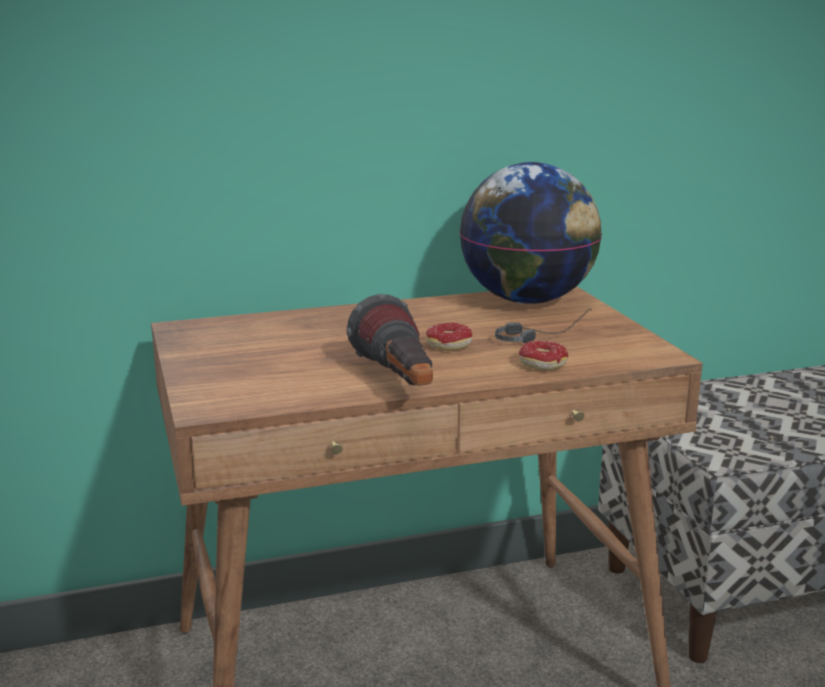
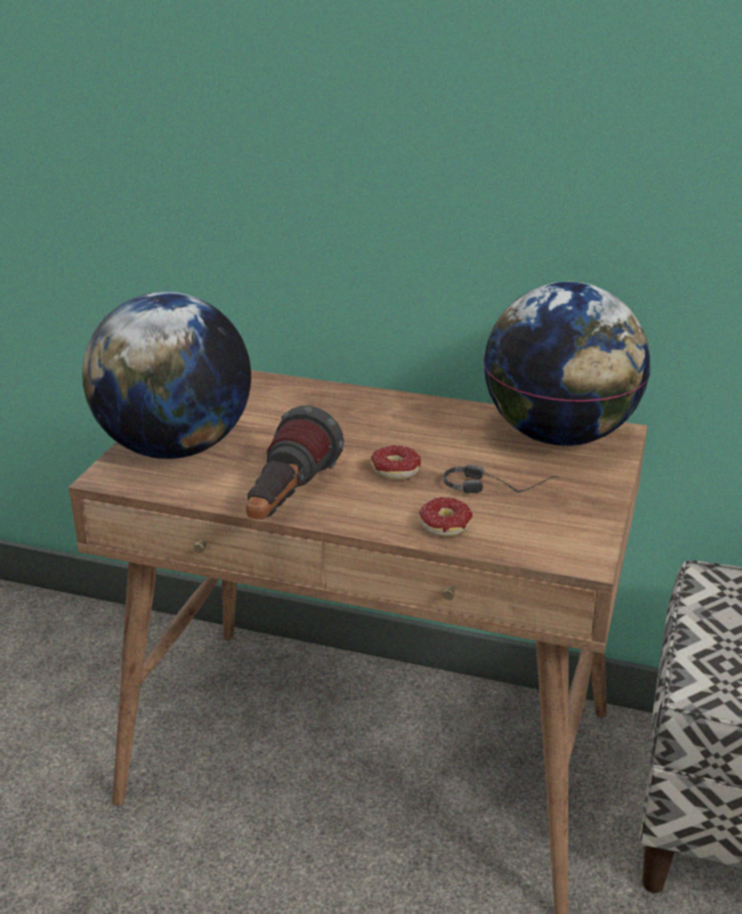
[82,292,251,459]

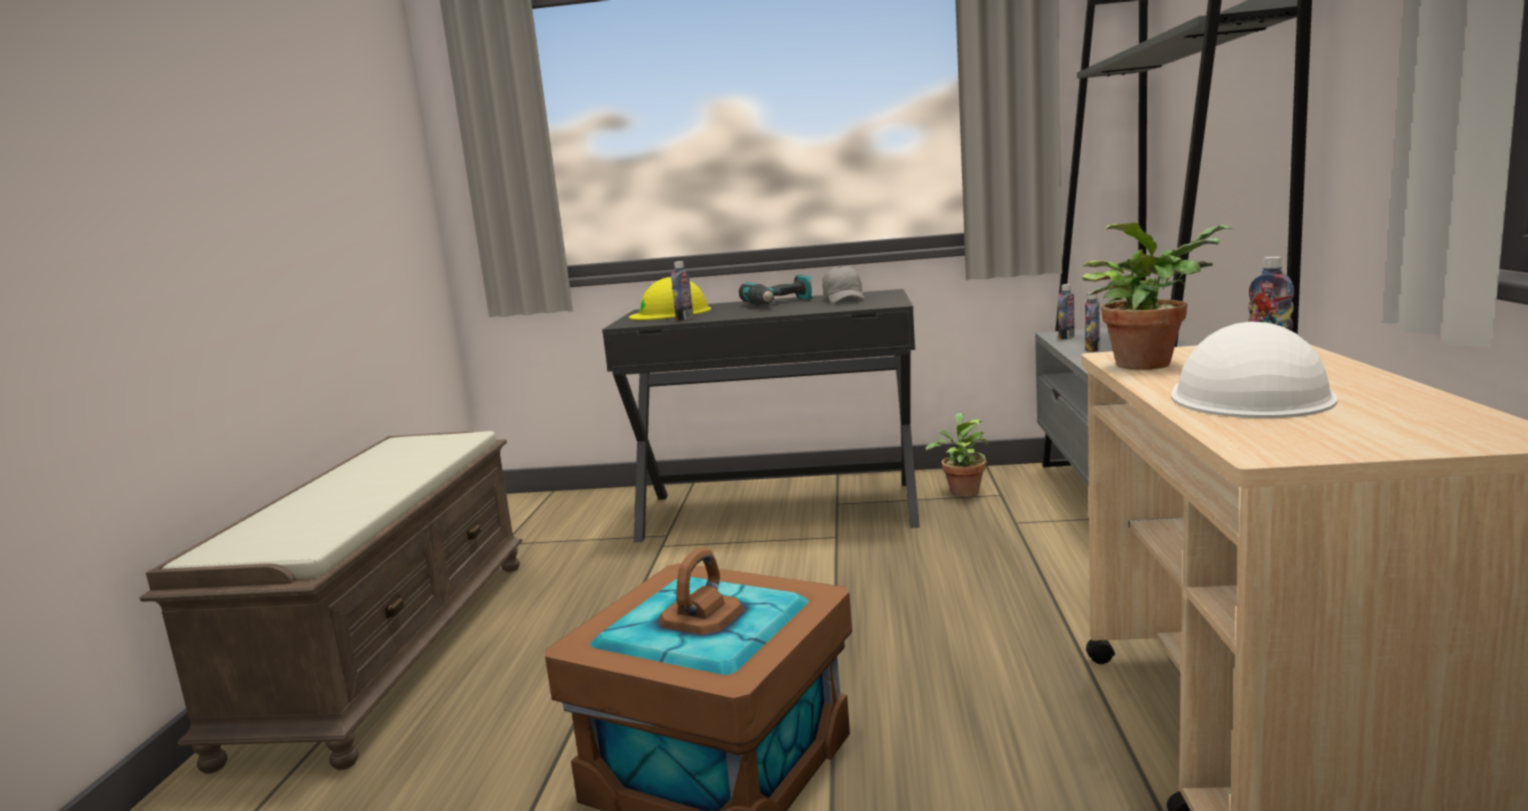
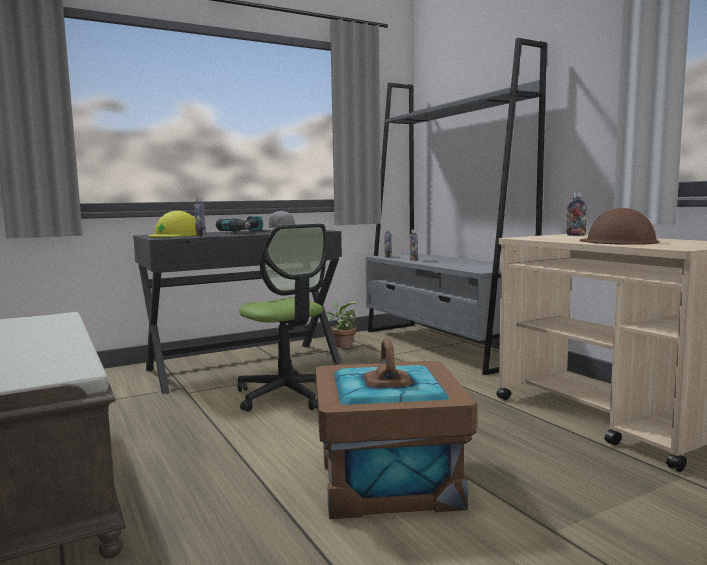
[237,224,327,411]
[580,208,659,245]
[1081,222,1233,370] (first image)

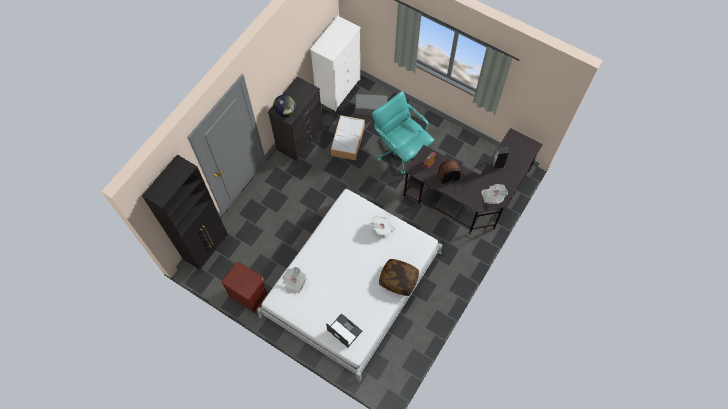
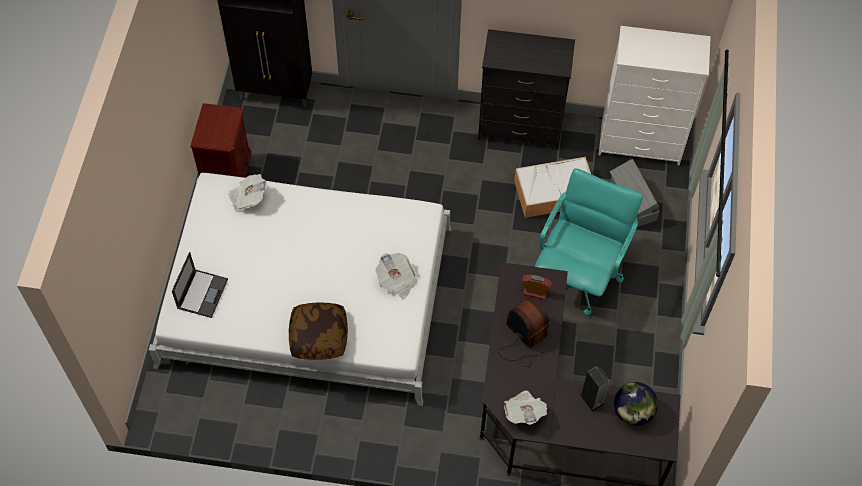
[614,382,658,426]

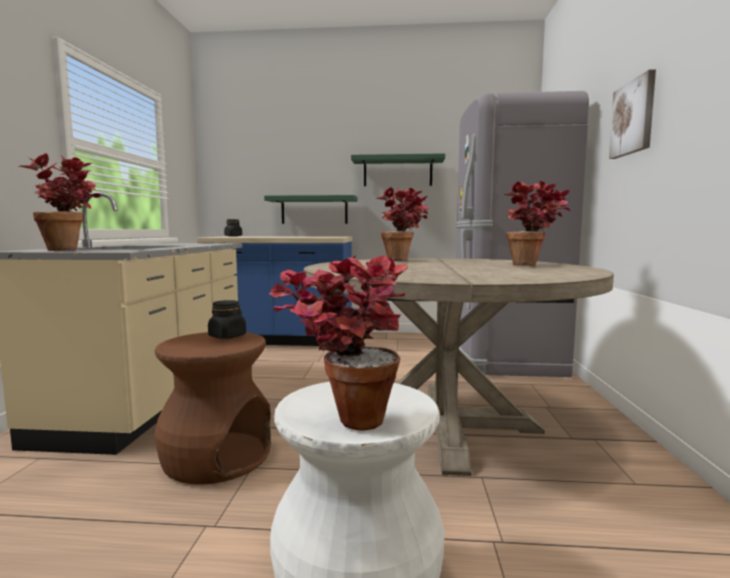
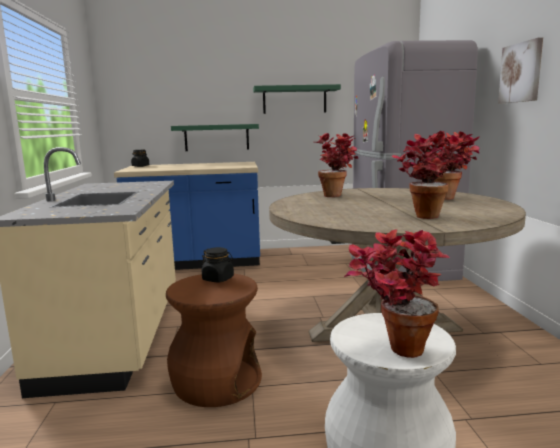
[392,133,470,219]

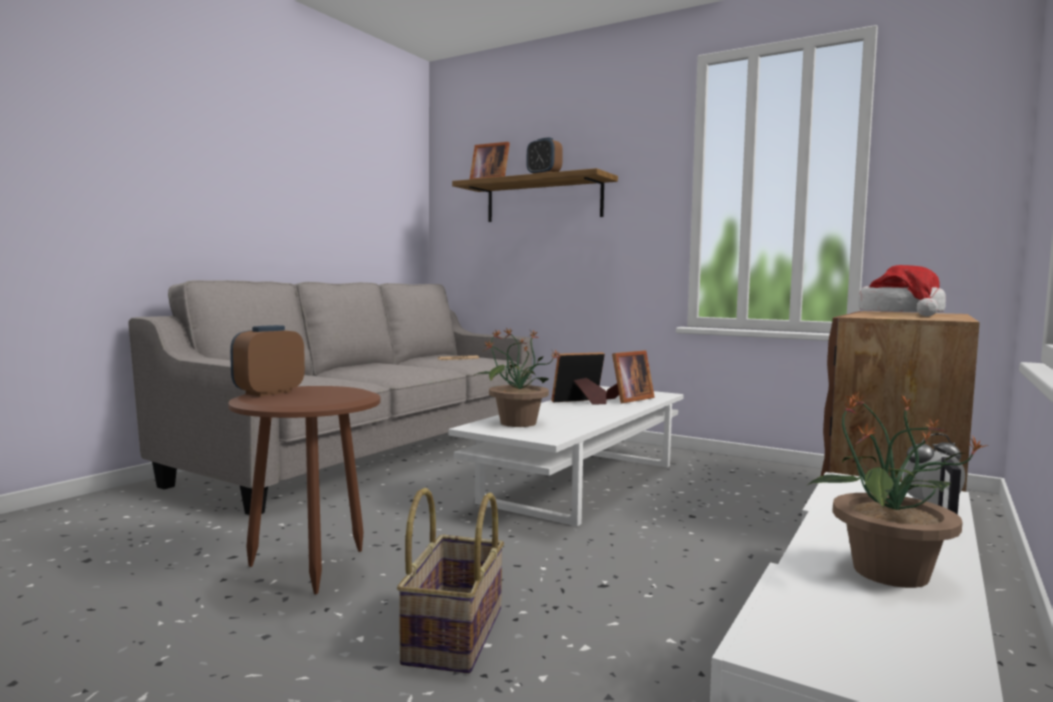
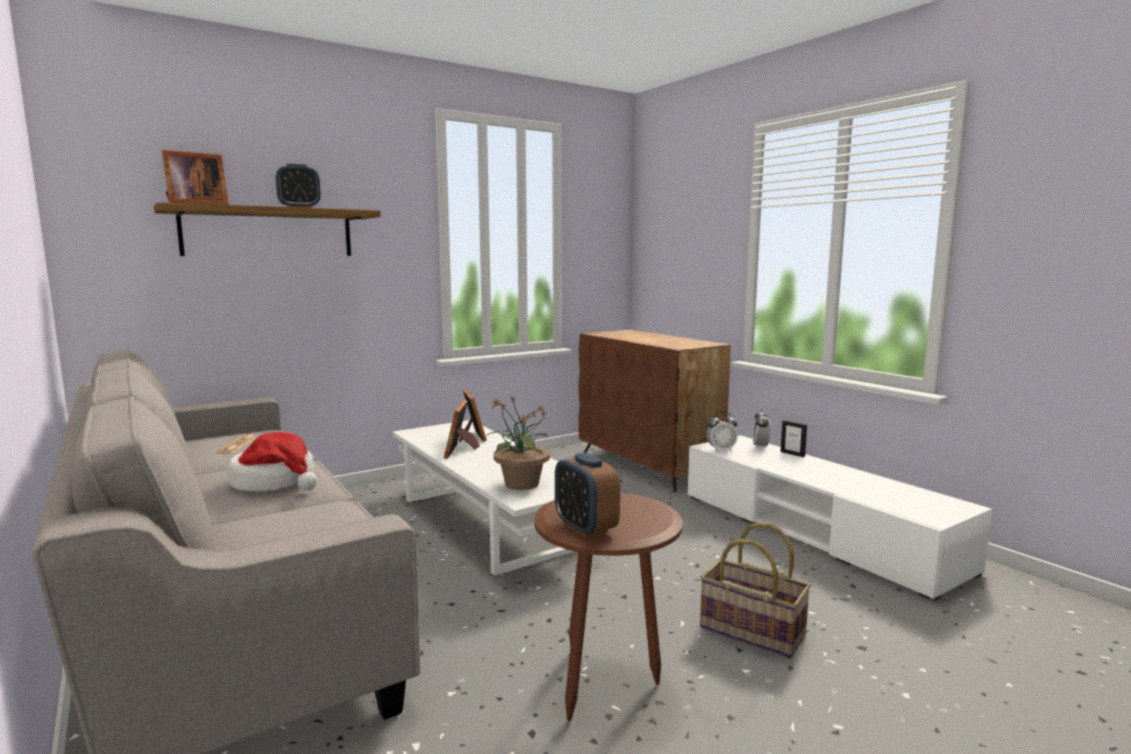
[228,432,317,491]
[706,412,738,452]
[808,391,988,588] (first image)

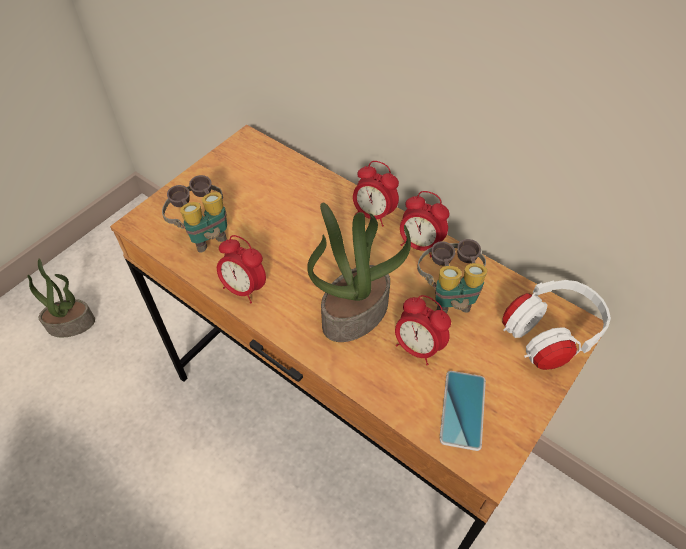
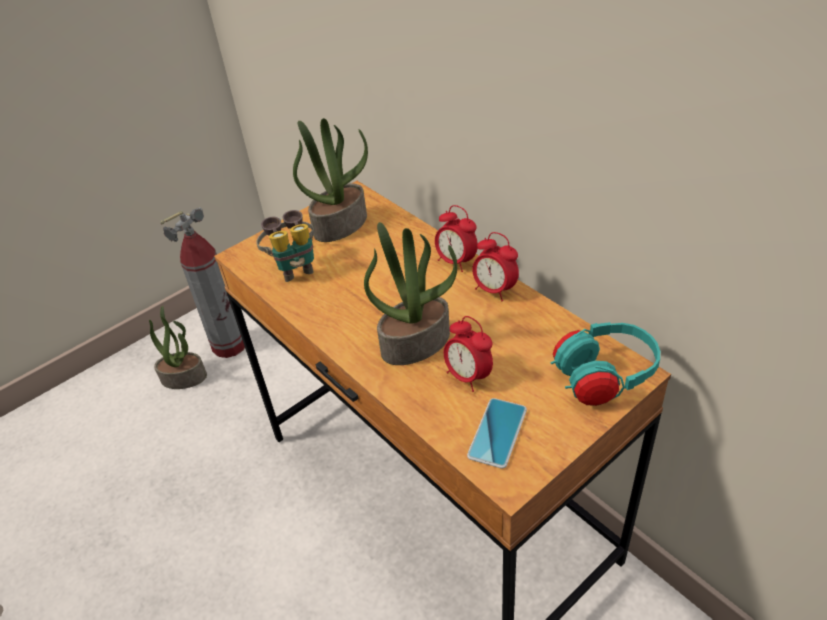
[160,207,245,358]
[293,118,368,242]
[551,322,660,406]
[217,235,266,303] (first image)
[417,239,487,313] (first image)

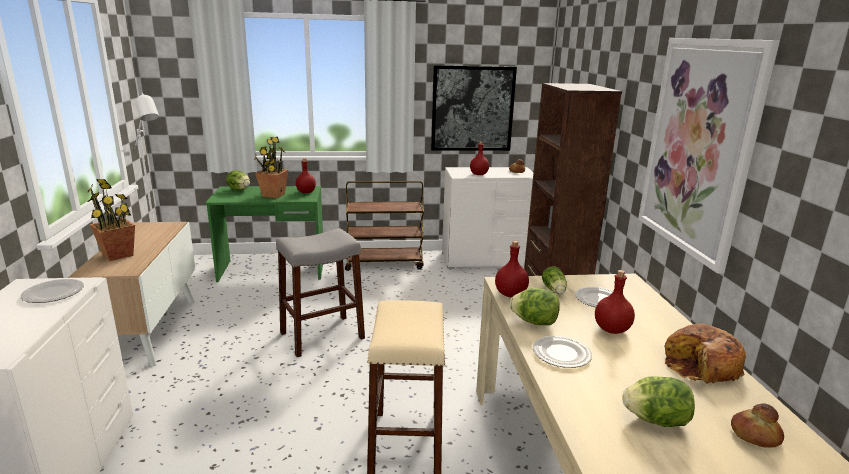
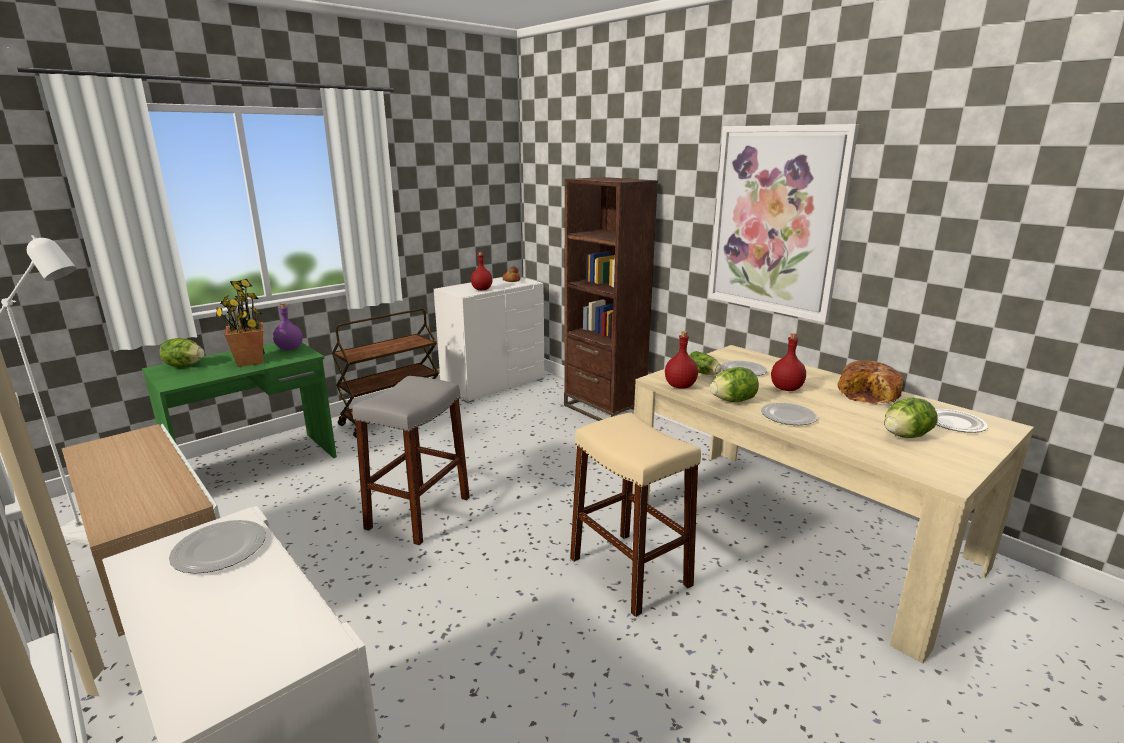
[273,303,303,350]
[935,409,988,433]
[88,179,135,261] (first image)
[431,65,517,151] (first image)

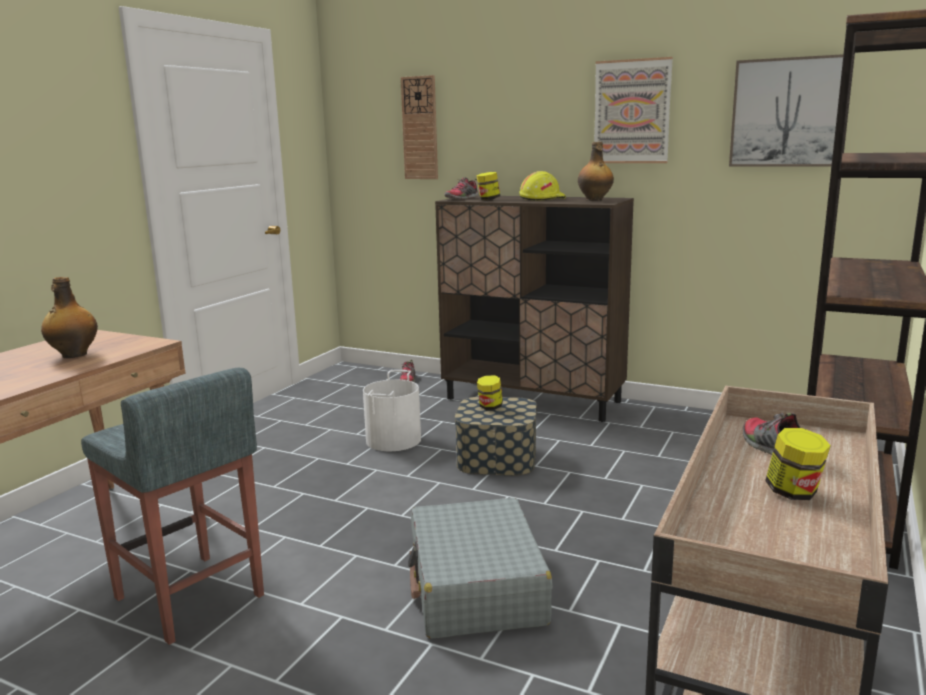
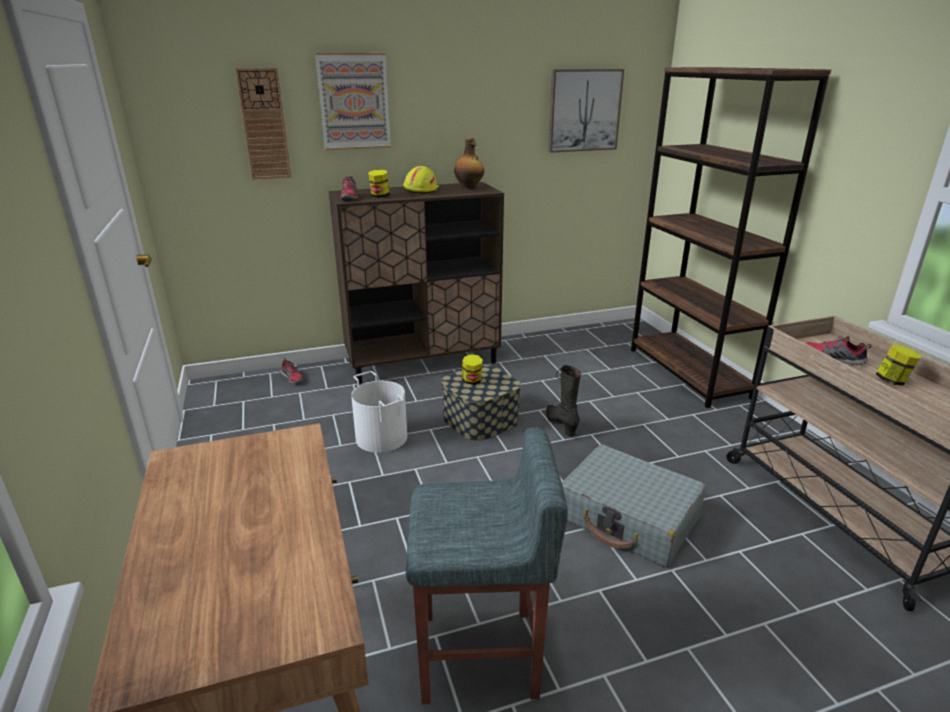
[315,53,391,150]
[546,365,581,436]
[41,277,98,358] (first image)

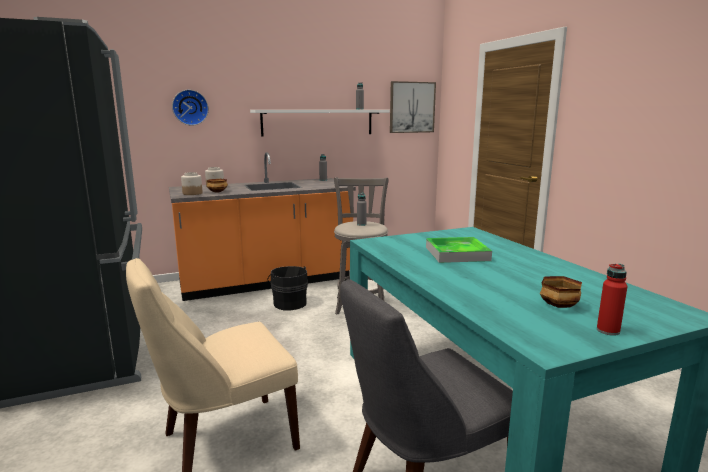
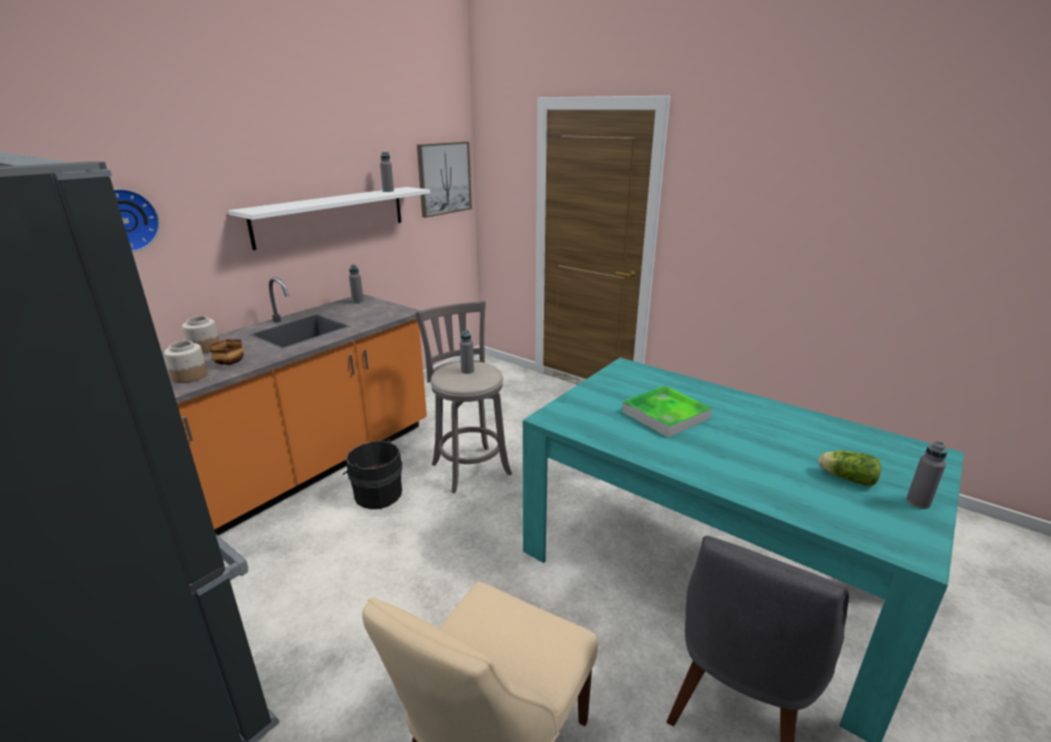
[819,450,881,486]
[906,441,948,509]

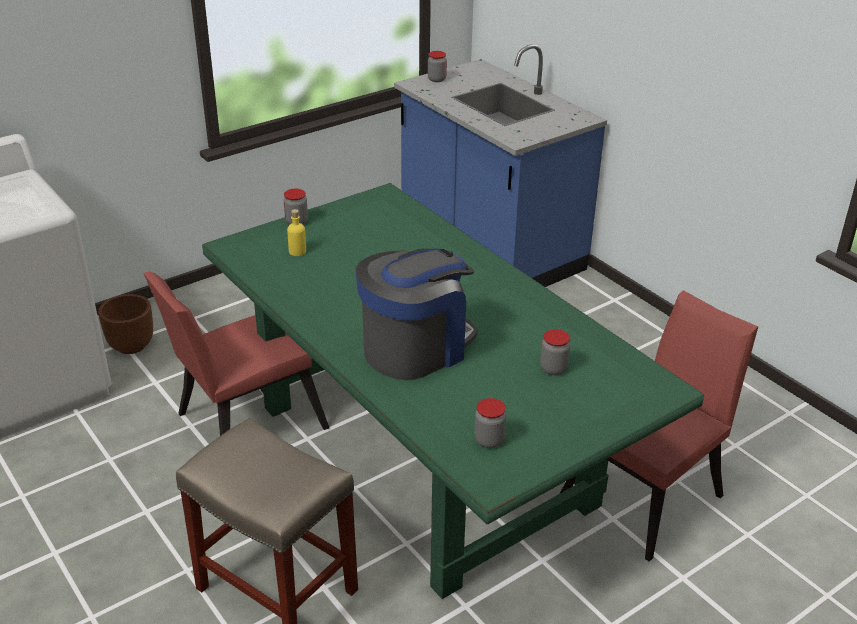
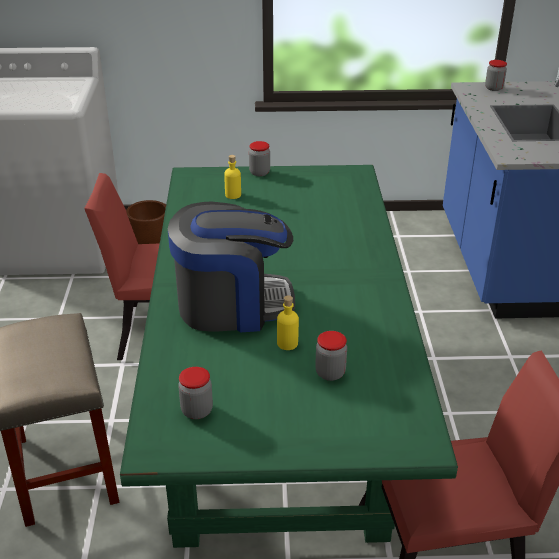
[277,295,299,350]

